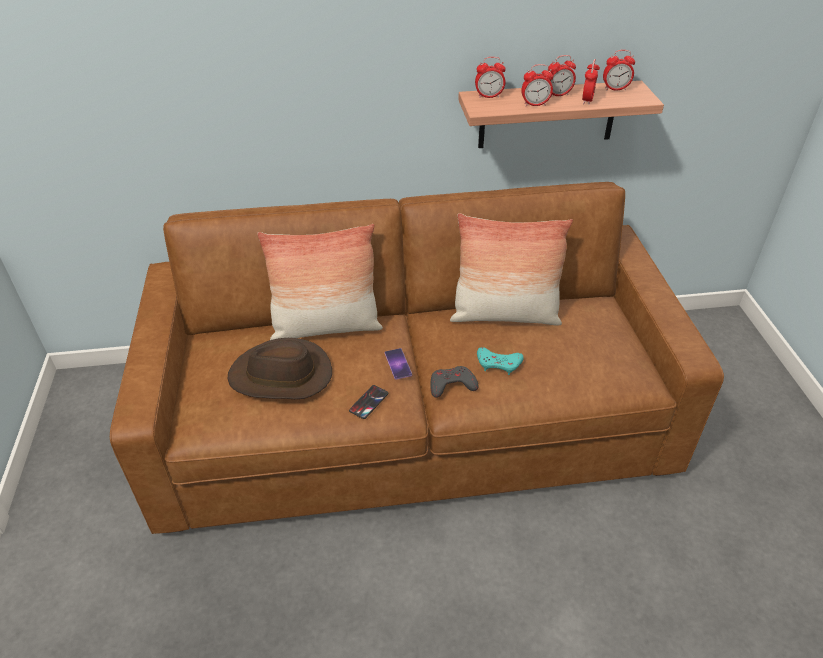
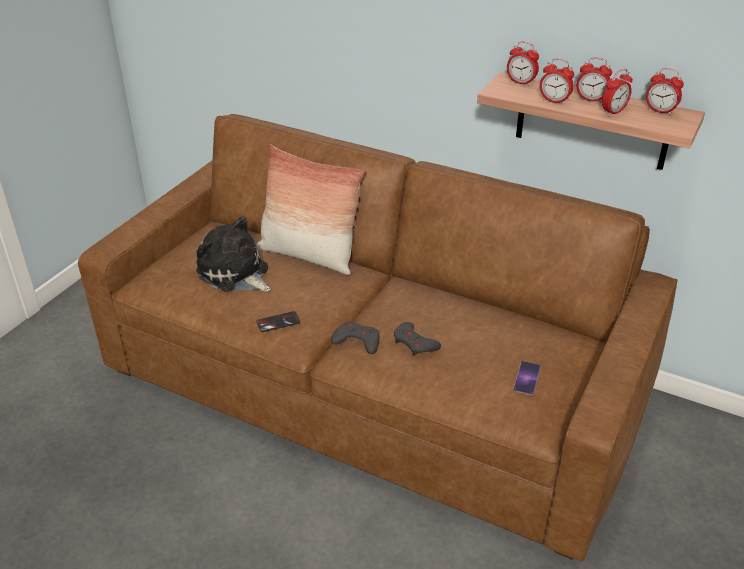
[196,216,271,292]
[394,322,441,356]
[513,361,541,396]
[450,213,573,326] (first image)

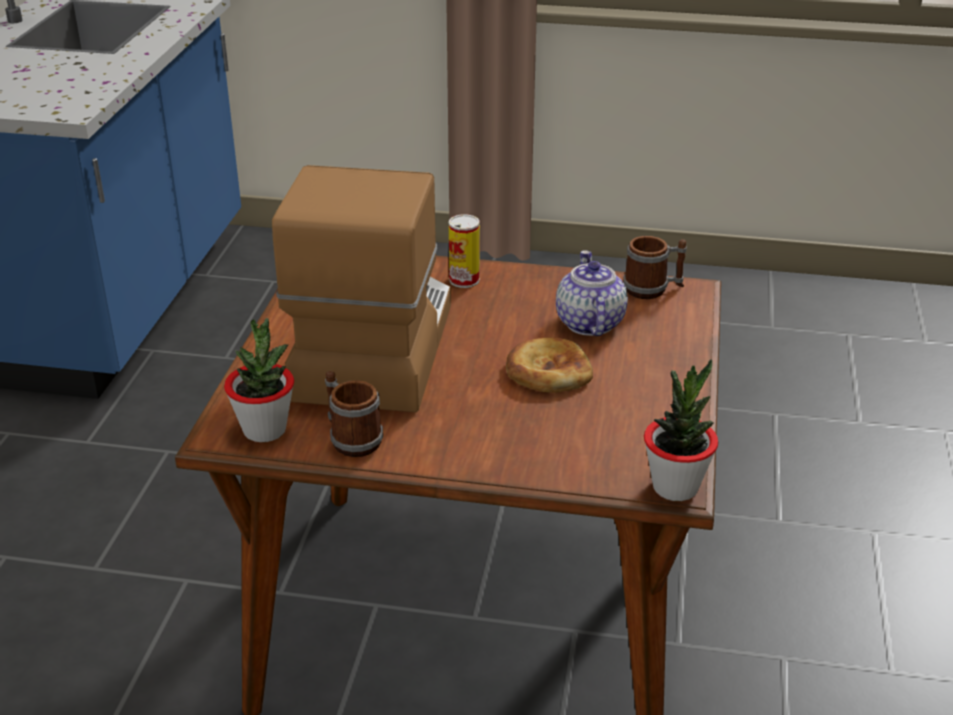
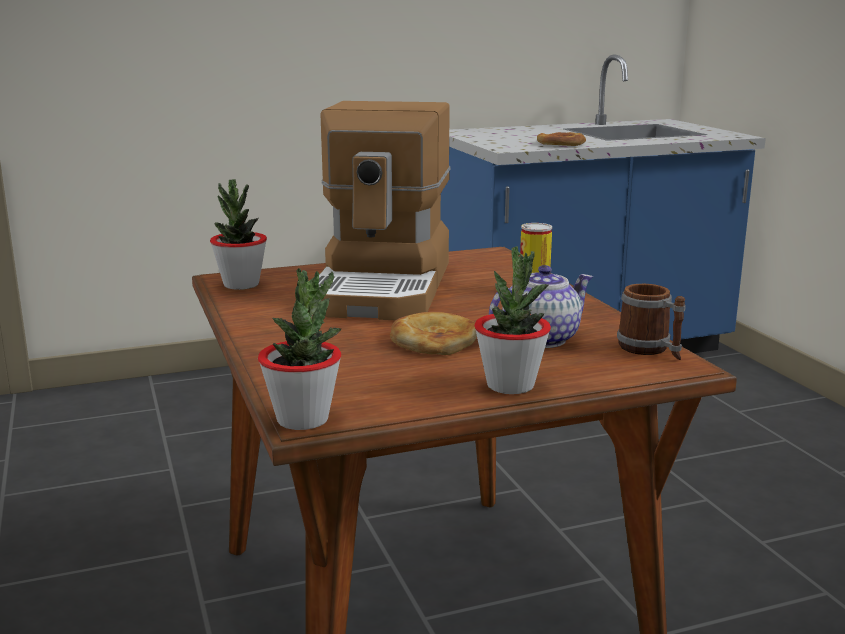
[319,101,451,320]
[474,246,551,394]
[537,132,586,146]
[325,371,383,457] (first image)

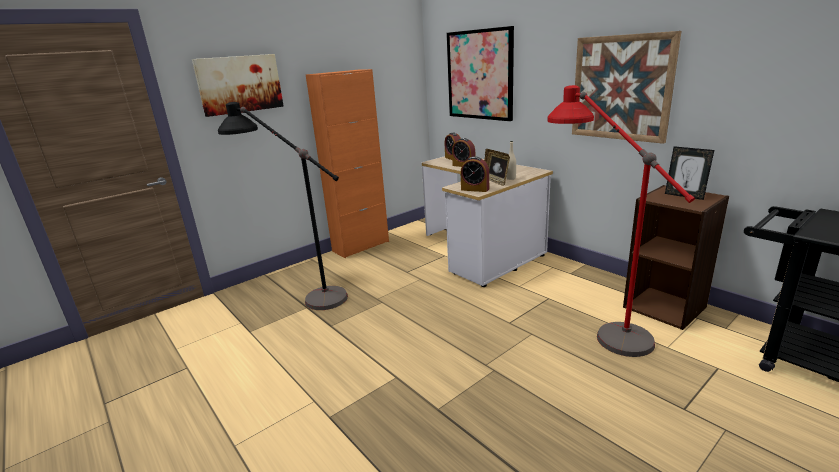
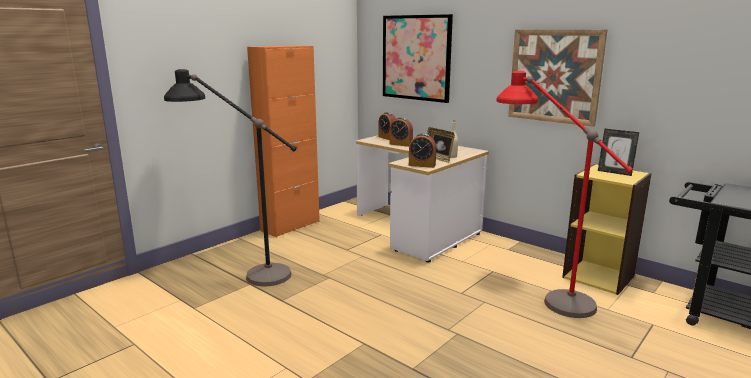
[562,164,652,295]
[192,54,284,117] (first image)

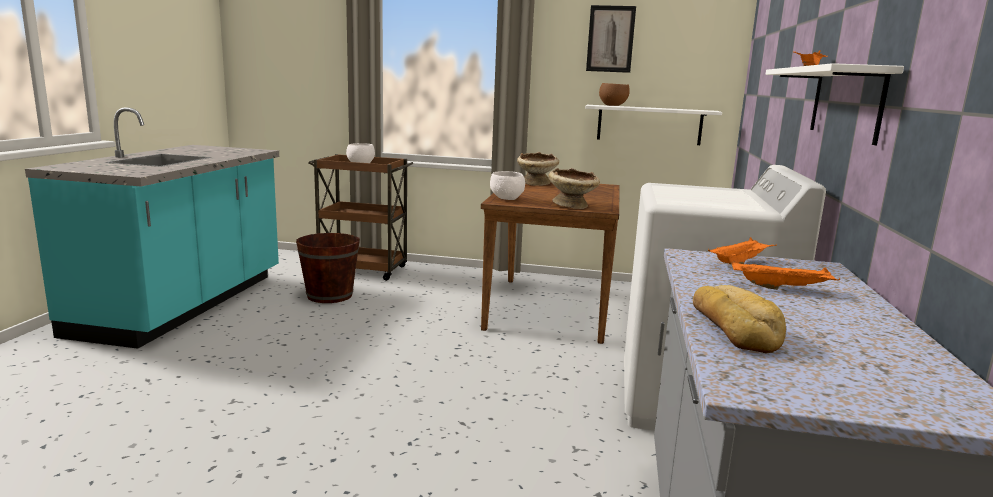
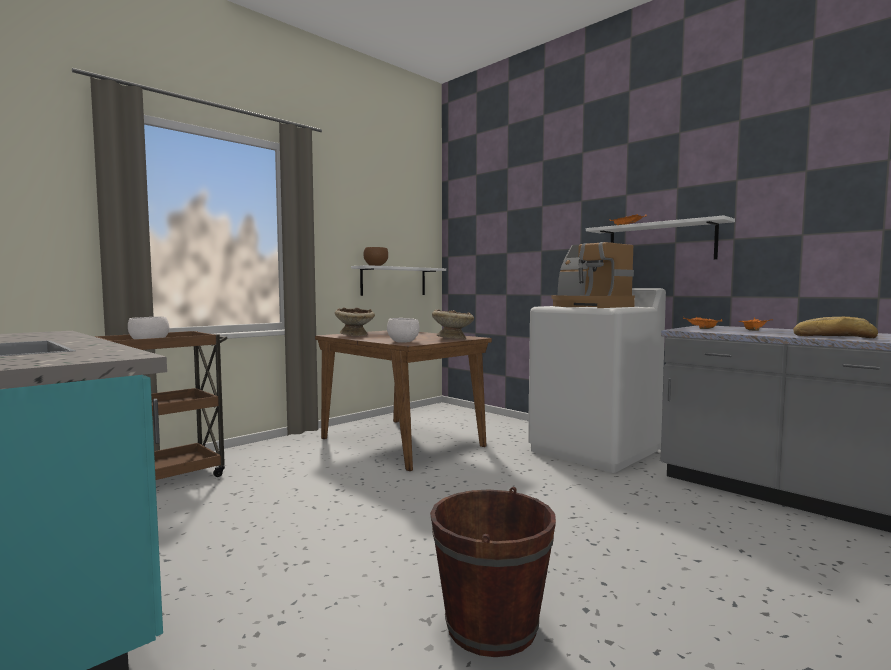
[430,487,556,657]
[551,242,635,308]
[586,5,636,73] (first image)

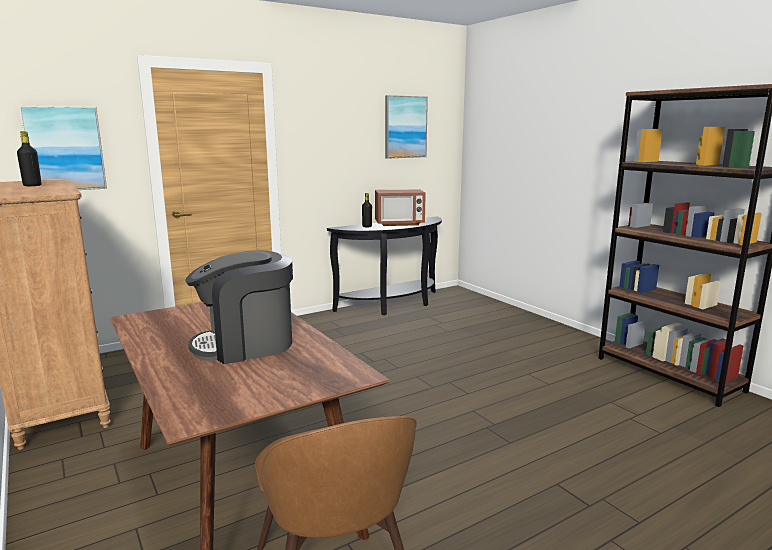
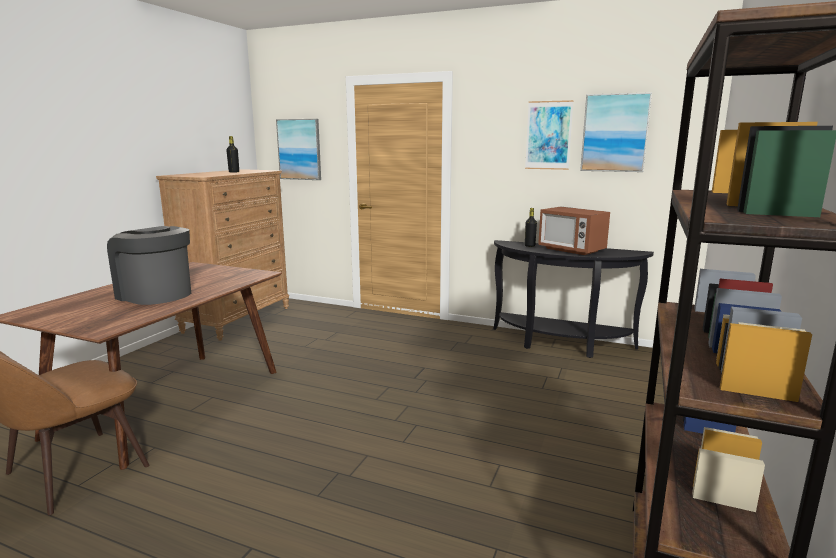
[525,100,574,170]

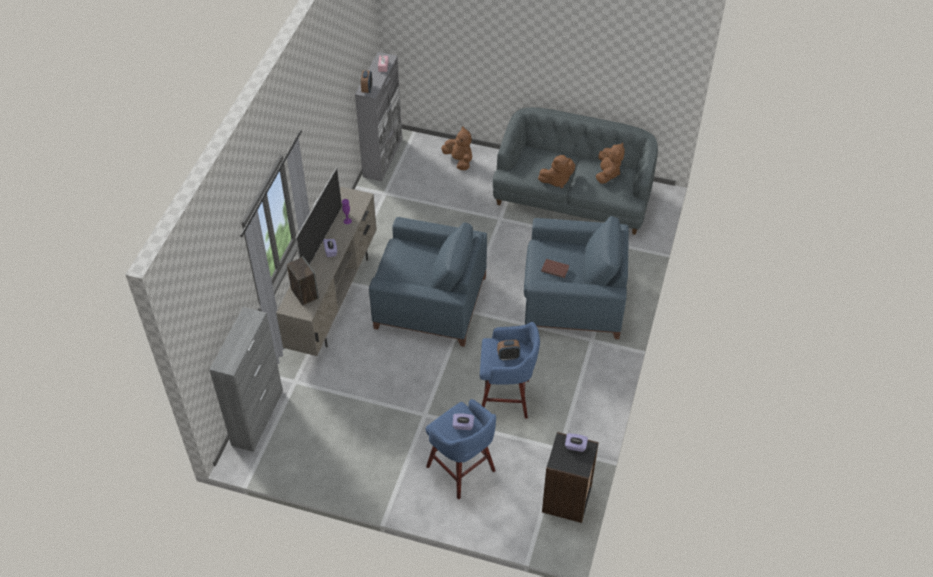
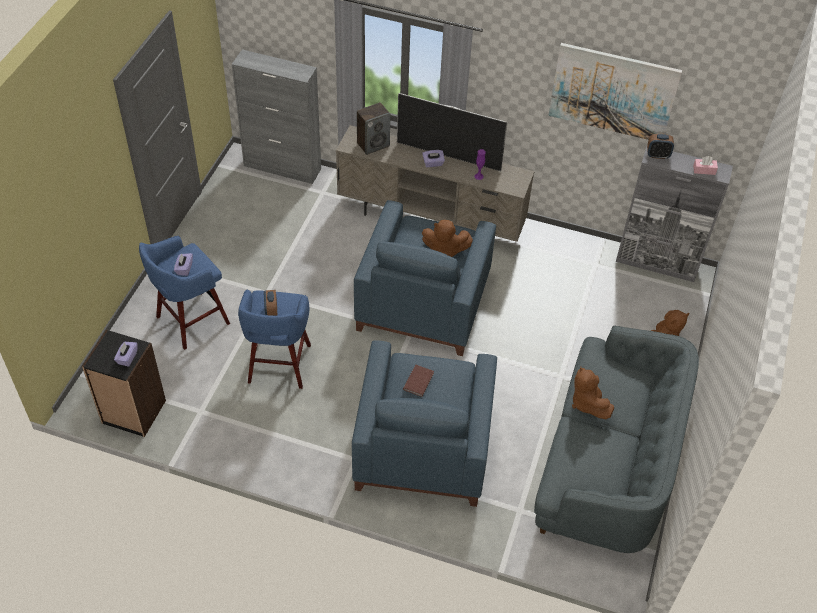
[422,220,473,257]
[549,43,682,140]

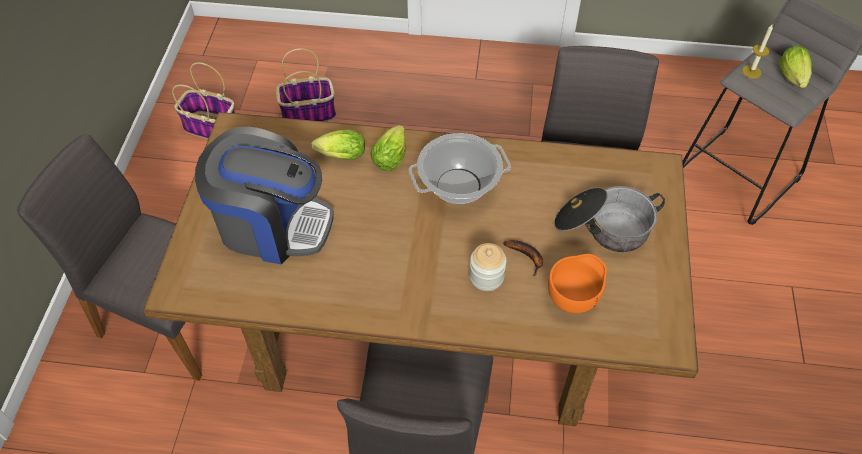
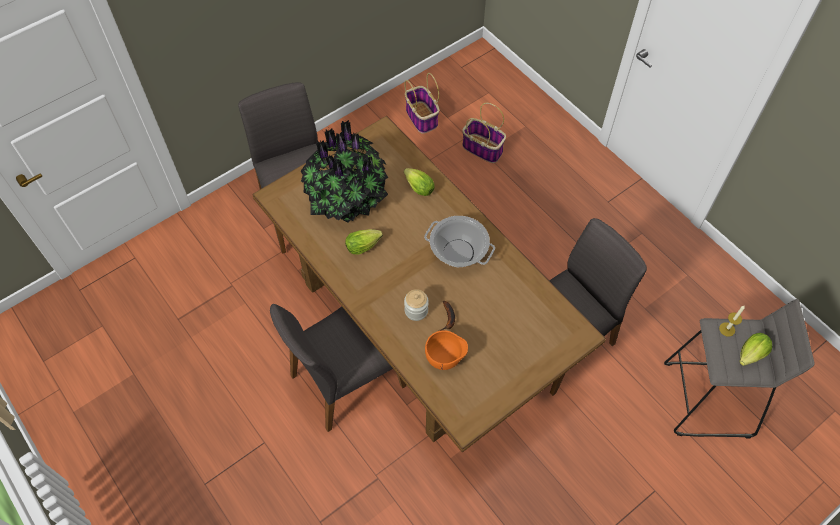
[300,120,388,223]
[345,229,383,255]
[554,186,665,252] (first image)

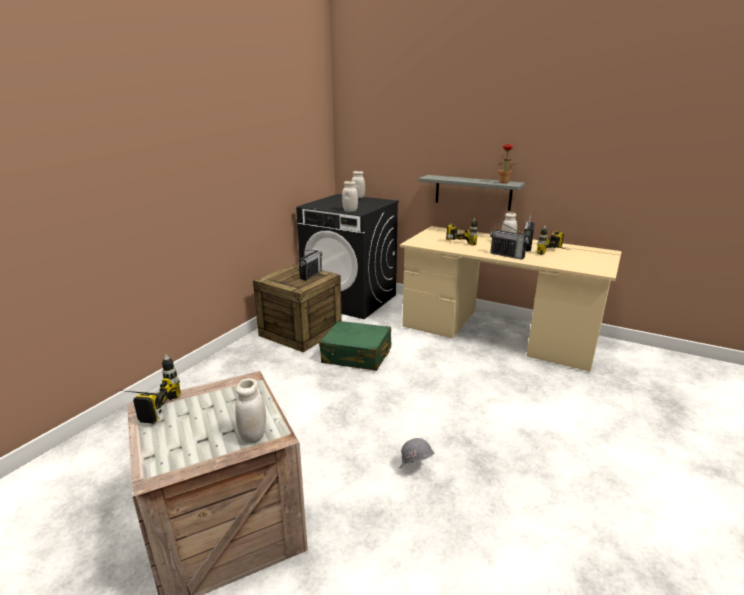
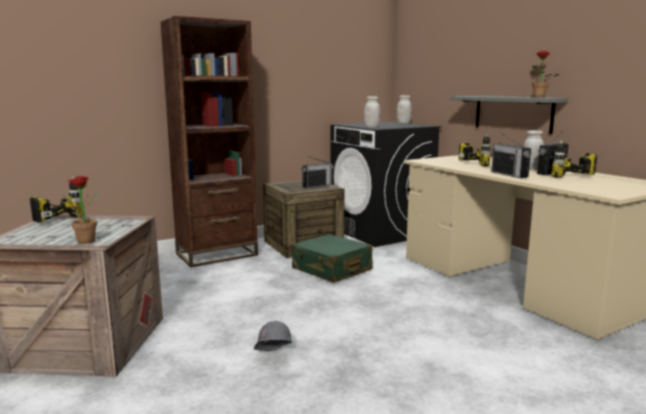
[62,176,99,244]
[160,16,258,268]

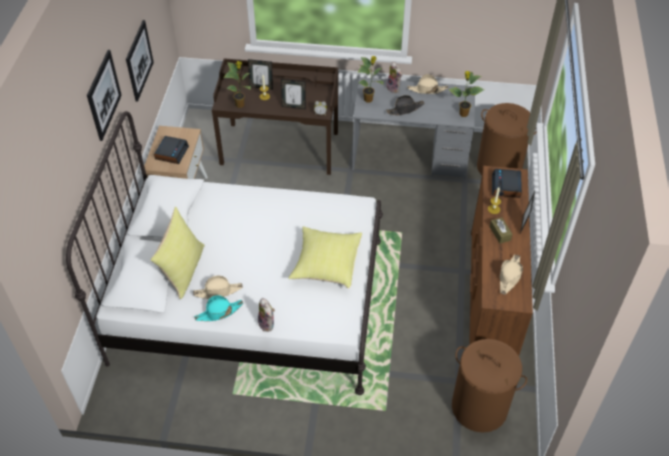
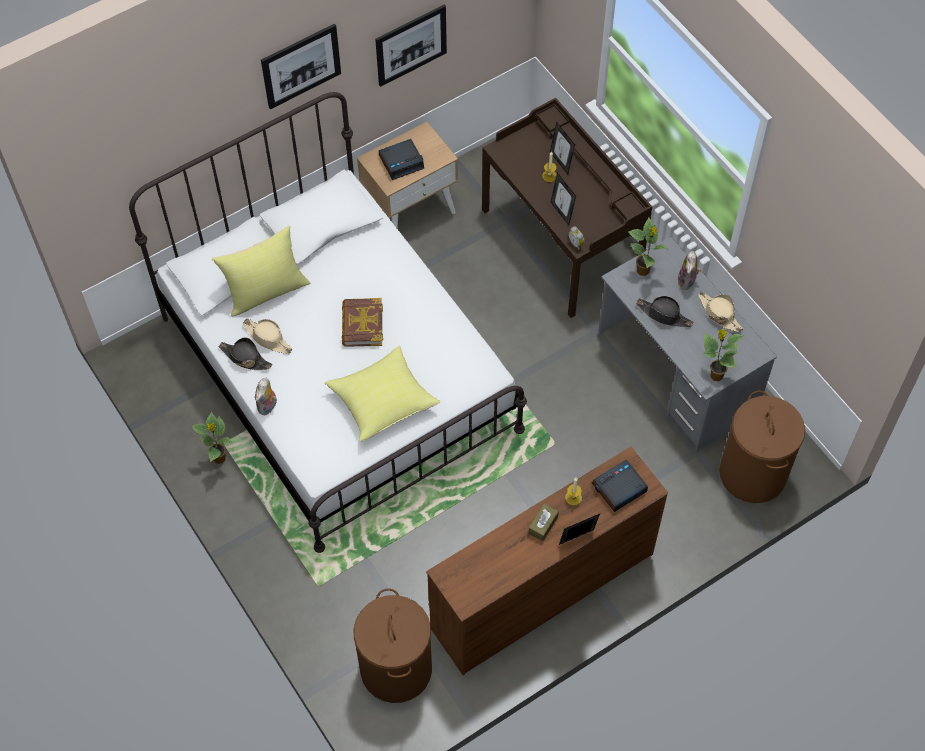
[192,412,231,464]
[219,337,272,370]
[342,298,383,347]
[500,255,523,294] (first image)

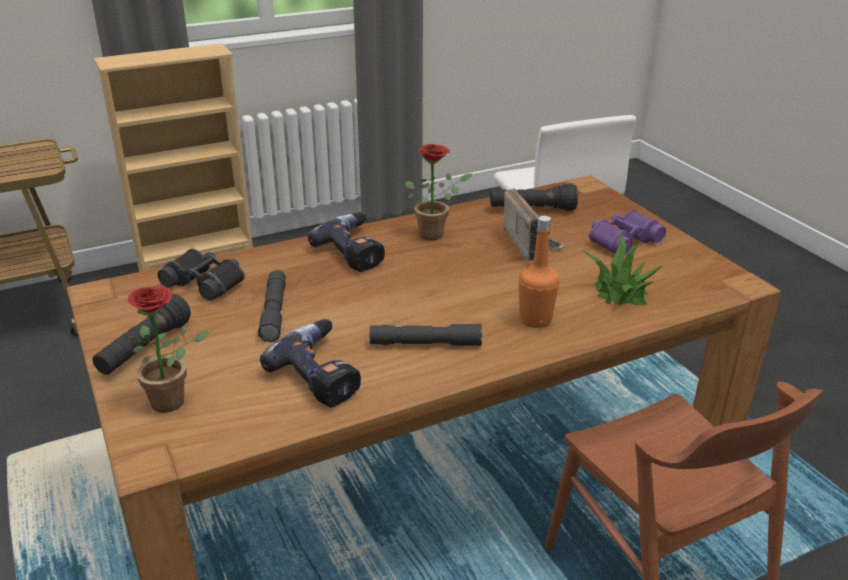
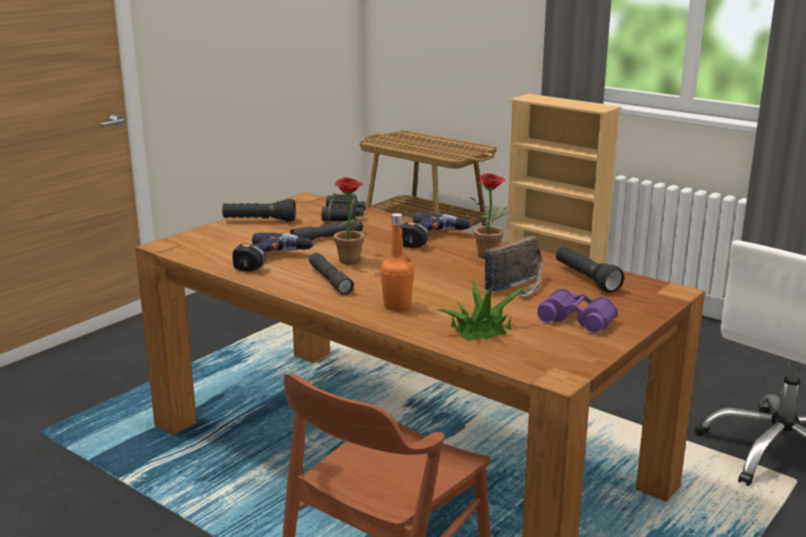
[329,177,367,264]

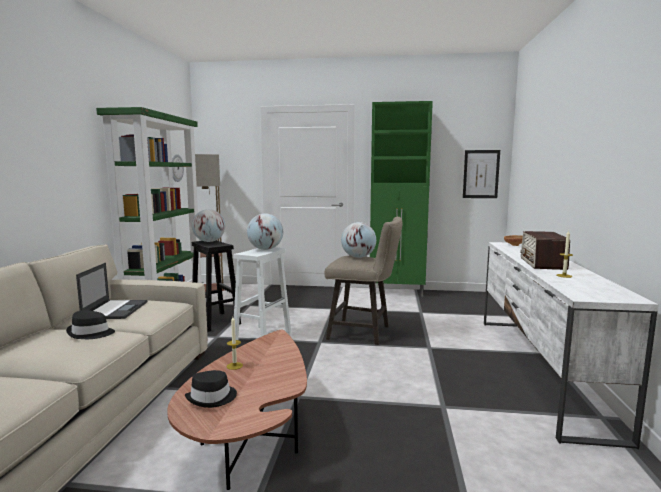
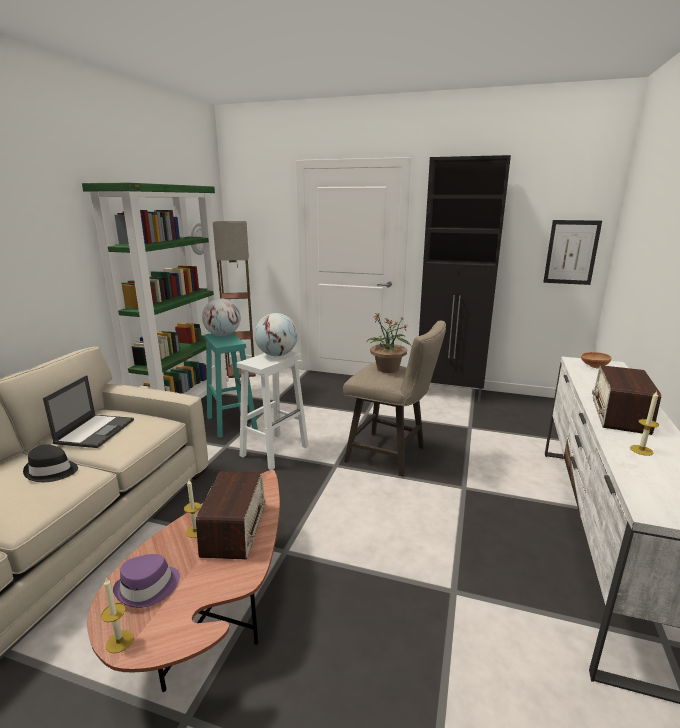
[101,578,134,653]
[113,554,180,608]
[196,471,266,560]
[204,333,258,438]
[367,313,411,373]
[419,155,511,402]

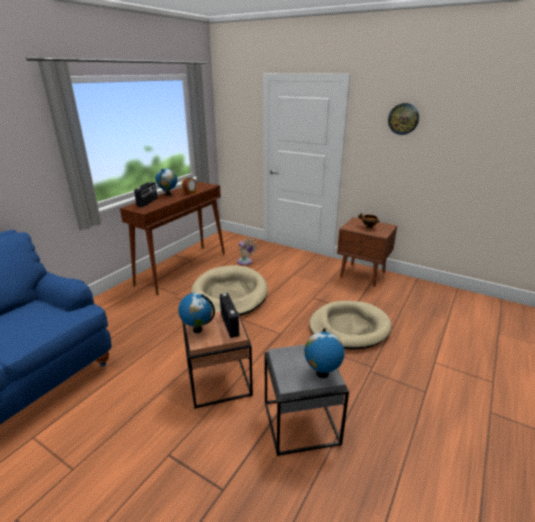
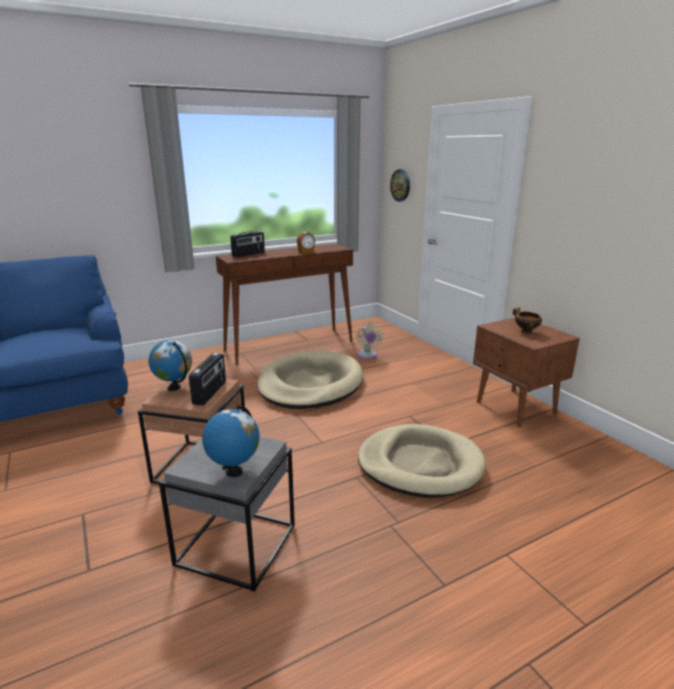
[390,169,410,202]
[156,168,177,196] (first image)

